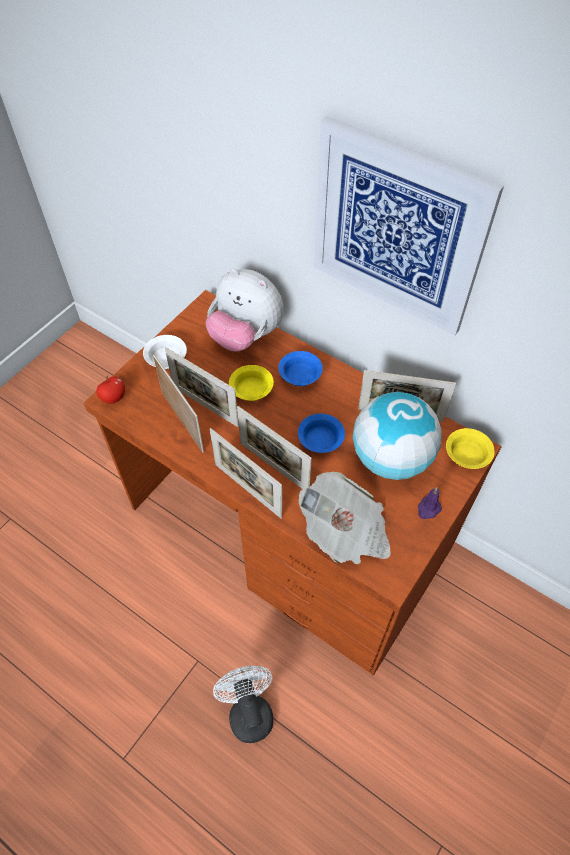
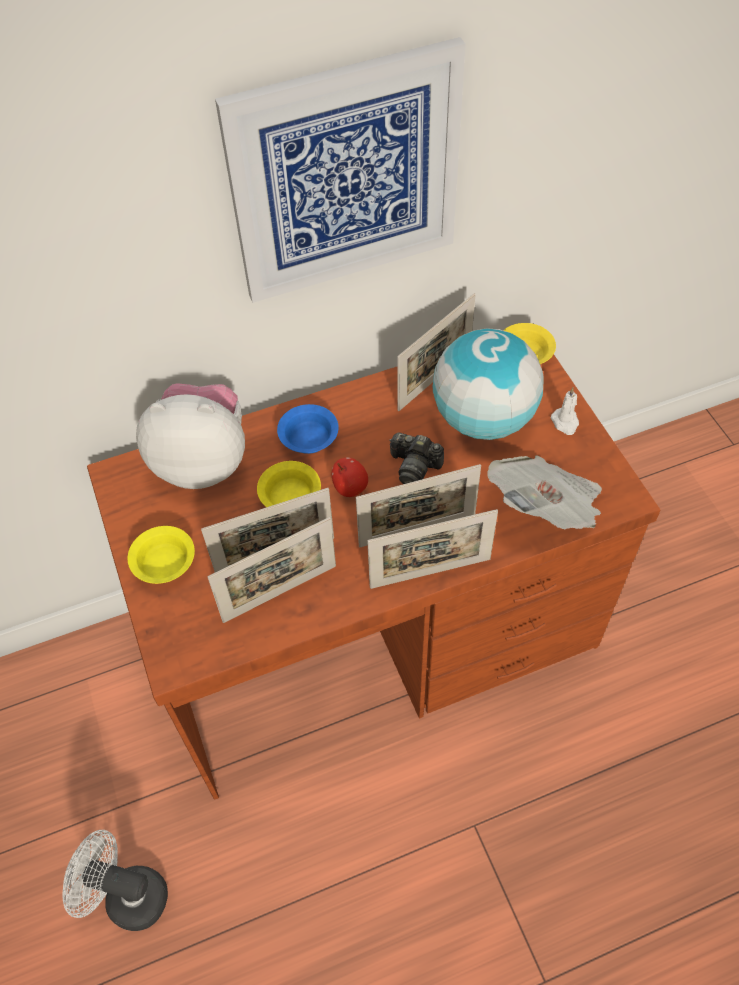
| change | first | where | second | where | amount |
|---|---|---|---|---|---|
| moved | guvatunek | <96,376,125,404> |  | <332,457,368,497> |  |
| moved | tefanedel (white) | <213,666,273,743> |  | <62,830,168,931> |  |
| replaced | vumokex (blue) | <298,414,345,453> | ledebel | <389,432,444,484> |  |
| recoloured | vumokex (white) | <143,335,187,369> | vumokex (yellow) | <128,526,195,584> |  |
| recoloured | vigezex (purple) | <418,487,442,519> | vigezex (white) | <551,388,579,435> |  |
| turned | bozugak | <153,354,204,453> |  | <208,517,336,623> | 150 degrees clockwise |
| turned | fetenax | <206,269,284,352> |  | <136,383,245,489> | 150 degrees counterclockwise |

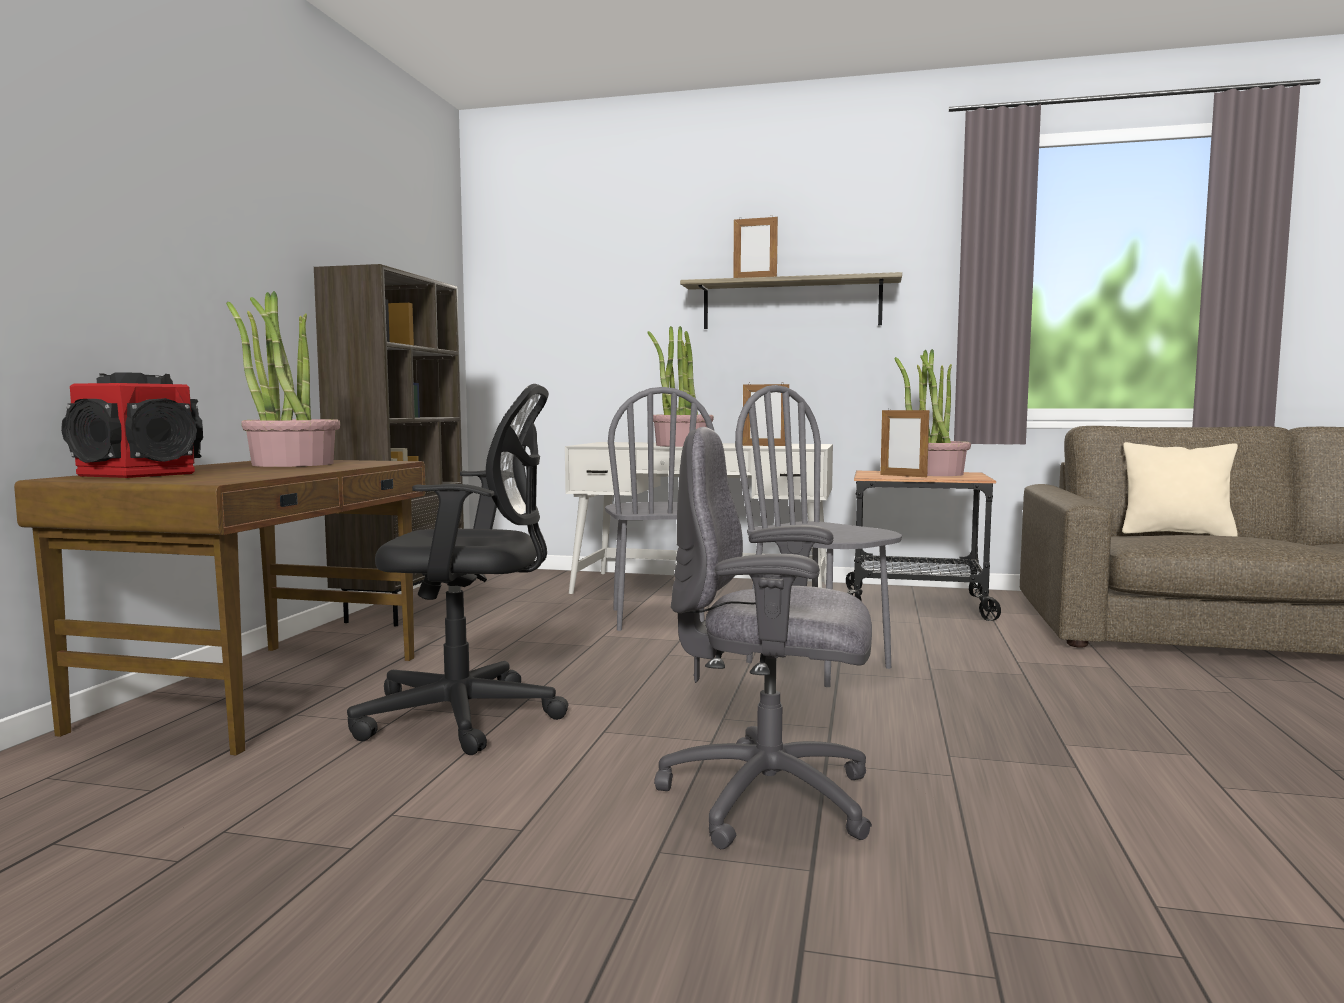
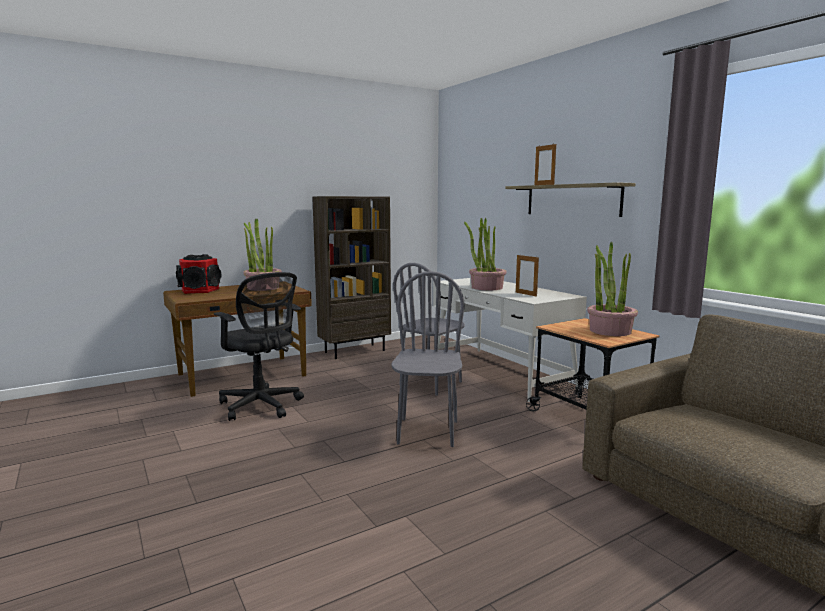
| change | first | where | second | where | amount |
|---|---|---|---|---|---|
| removed | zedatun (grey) | <654,427,872,849> |  |  |  |
| removed | bozugak | <880,408,929,477> |  |  |  |
| removed | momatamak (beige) | <1122,442,1238,537> |  |  |  |

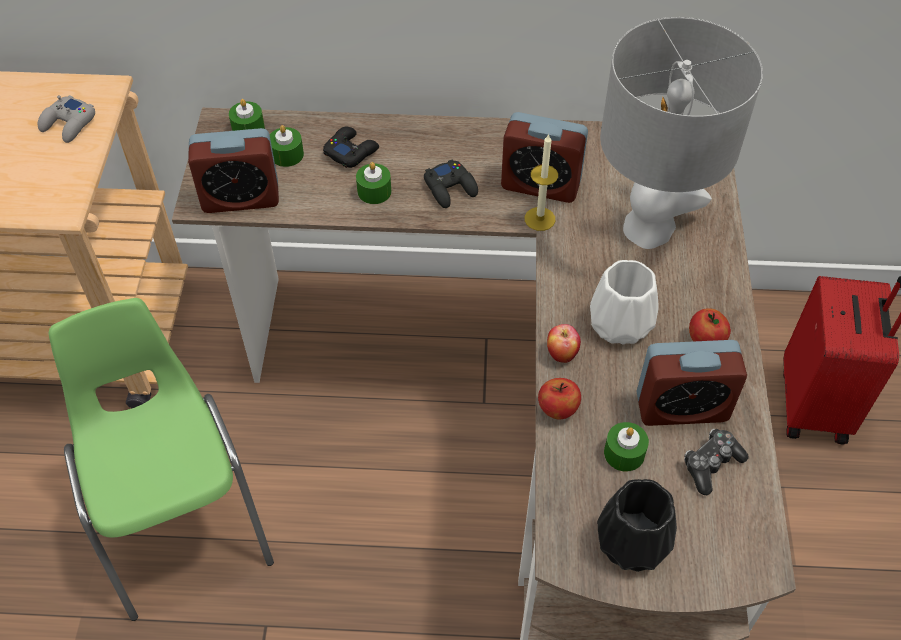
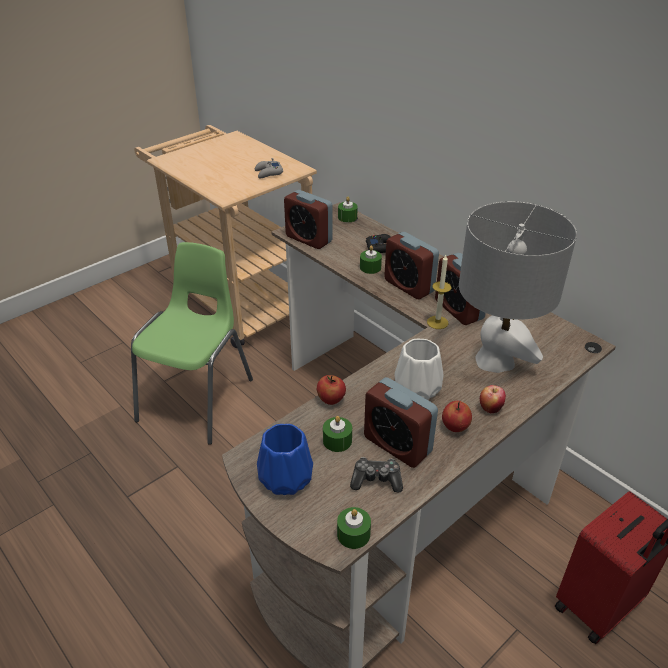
| change | first | where | second | where | amount |
|---|---|---|---|---|---|
| moved | vigezex (green) | <270,125,304,167> |  | <337,507,371,549> |  |
| moved | guvatunek | <547,324,581,363> |  | <480,385,506,413> |  |
| replaced | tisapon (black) | <424,159,478,208> | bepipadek | <384,232,439,299> |  |
| recoloured | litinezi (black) | <597,479,677,572> | litinezi (blue) | <257,424,313,495> |  |

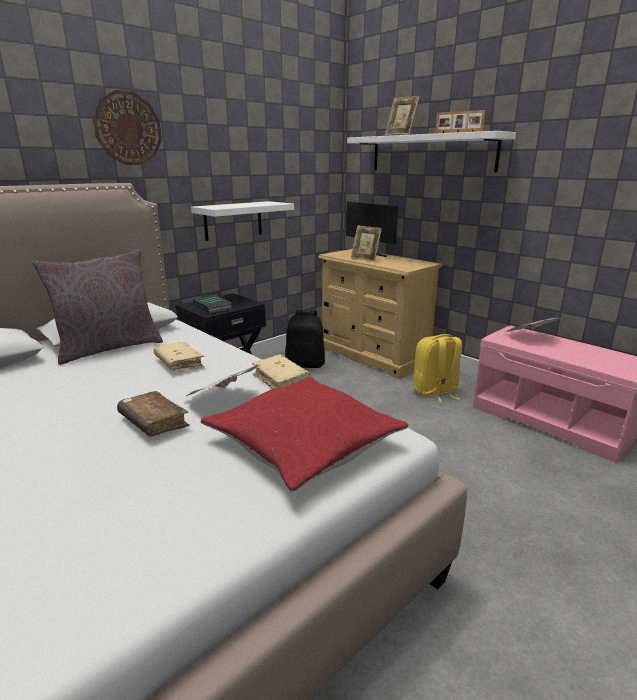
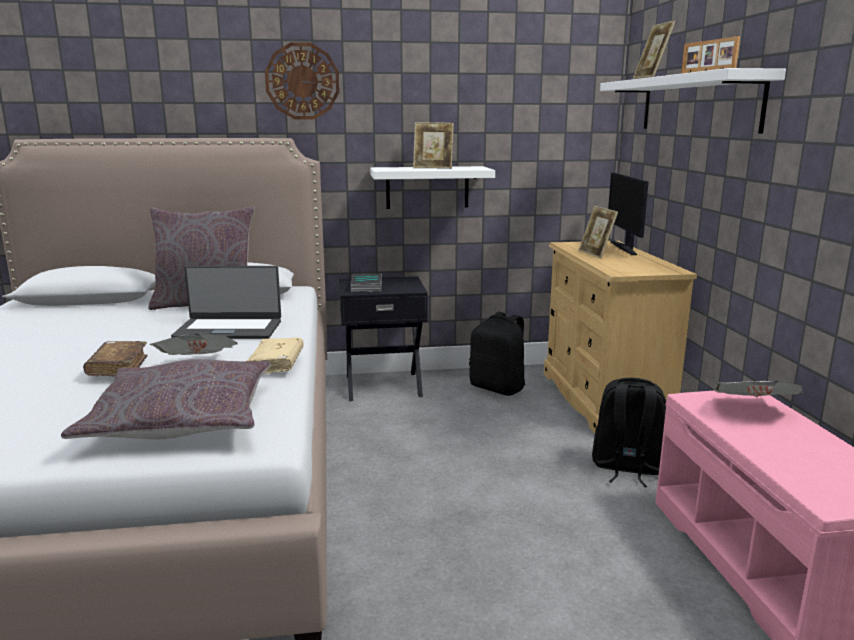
| change | first | where | second | where | amount |
|---|---|---|---|---|---|
| added |  |  | bozugak | <413,122,454,169> |  |
| replaced | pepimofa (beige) | <154,342,205,371> | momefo | <171,266,281,339> |  |
| recoloured | momatamak (red) | <201,377,408,492> | momatamak (grey) | <61,359,271,439> |  |
| recoloured | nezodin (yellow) | <413,334,462,403> | nezodin (black) | <592,378,666,487> |  |

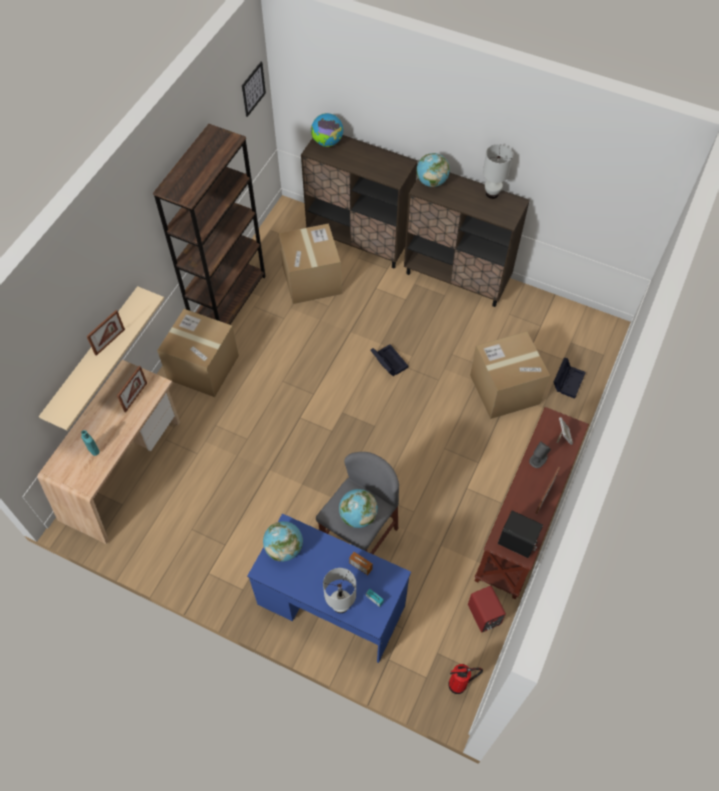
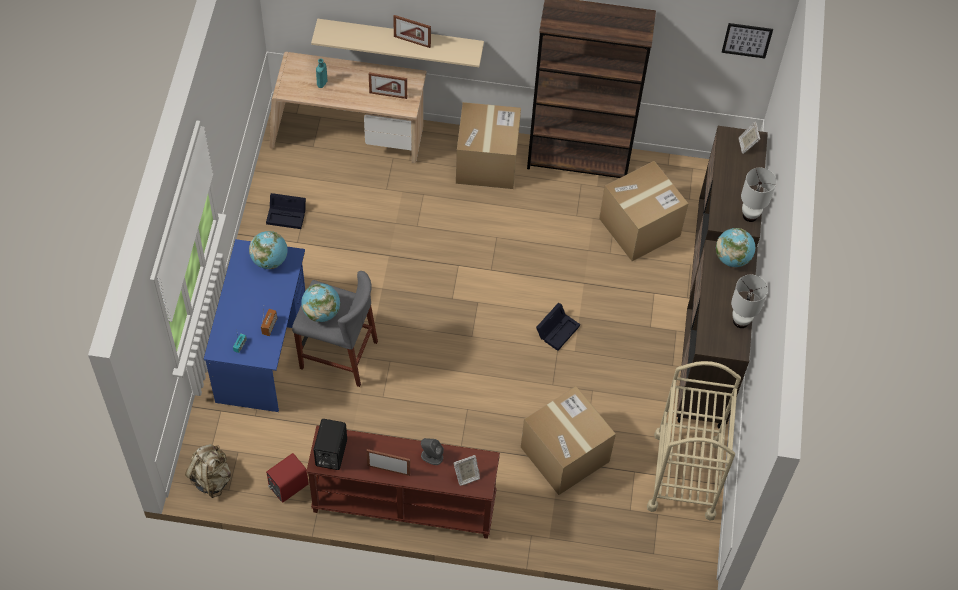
| change | first | where | second | where | amount |
|---|---|---|---|---|---|
| added |  |  | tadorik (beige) | <647,361,741,520> |  |
| moved | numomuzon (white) | <323,568,356,613> |  | <741,167,776,222> |  |
| moved | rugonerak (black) | <554,358,586,399> |  | <266,193,306,229> |  |
| replaced | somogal | <311,113,343,147> | bozugak | <738,122,760,154> |  |
| replaced | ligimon | <448,664,483,694> | nezodin (beige) | <185,444,231,498> |  |

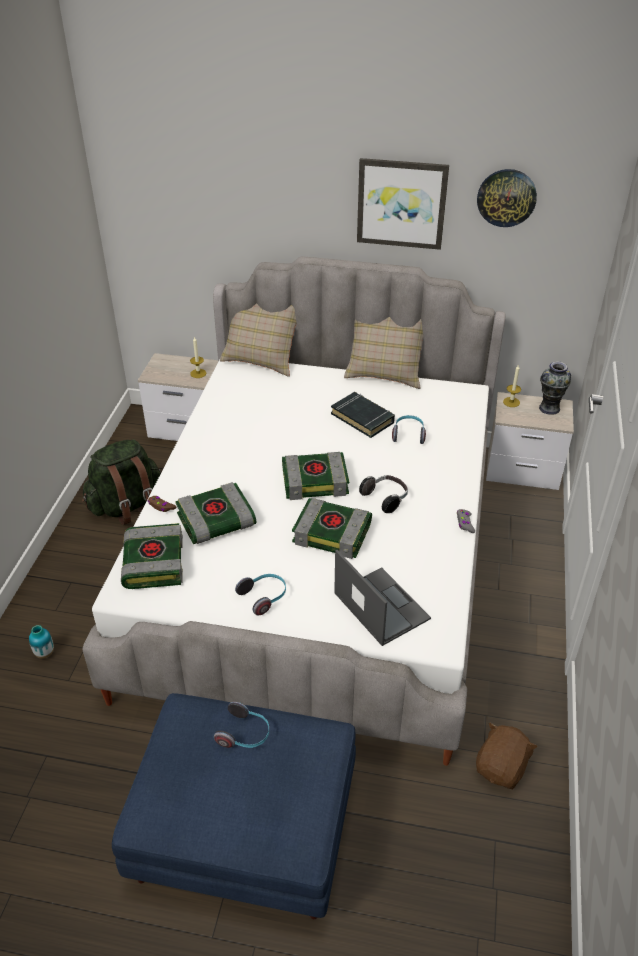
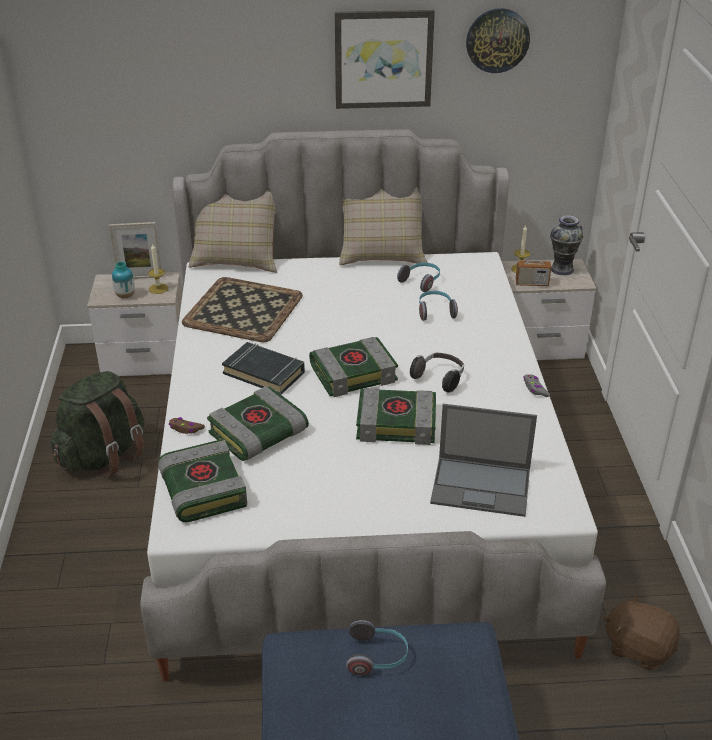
| change | first | where | second | where | amount |
|---|---|---|---|---|---|
| added |  |  | bozugak | <109,222,162,279> |  |
| added |  |  | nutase | <182,277,303,342> |  |
| added |  |  | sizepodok | <516,238,551,286> |  |
| moved | litinezi | <29,625,54,659> |  | <112,261,135,298> |  |
| moved | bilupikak | <235,574,286,615> |  | <397,263,440,292> |  |
| moved | pepimofa (black) | <331,392,395,438> |  | <222,342,305,395> |  |
| turned | momefo | <334,550,431,646> |  | <430,404,537,517> | 150 degrees clockwise |
| turned | fetenax (brown) | <476,723,538,789> |  | <604,594,680,670> | 75 degrees counterclockwise |

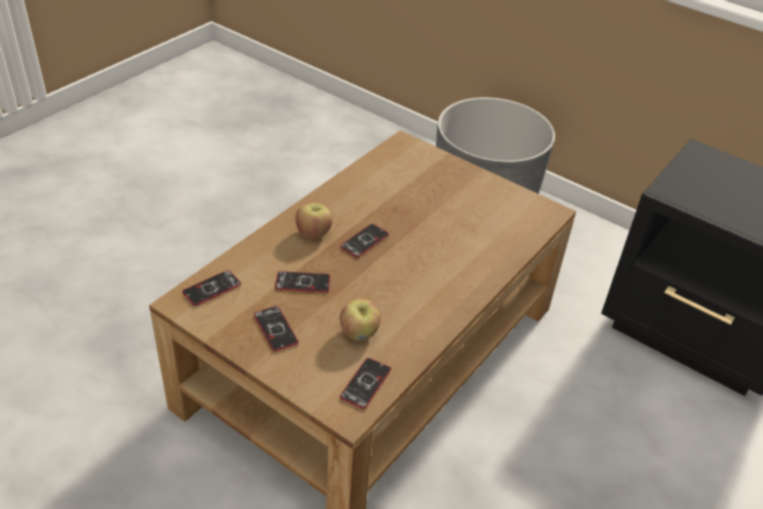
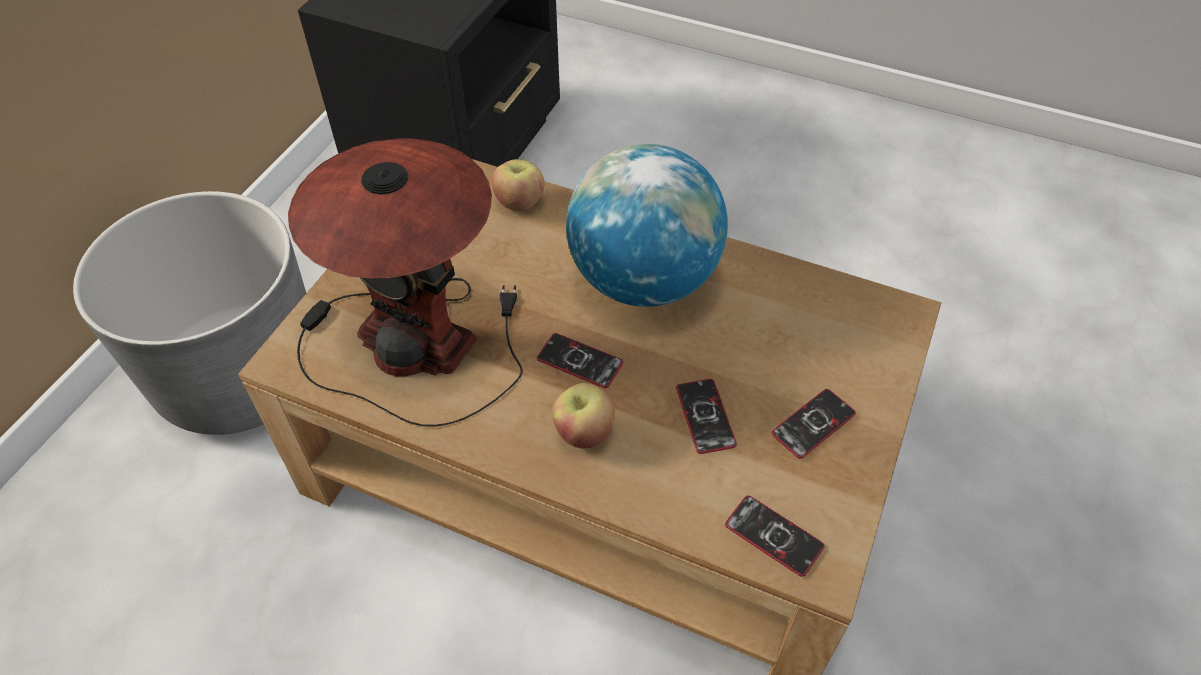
| change | first | where | second | where | amount |
|---|---|---|---|---|---|
| removed | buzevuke | <340,358,391,409> |  |  |  |
| added |  |  | numomuzon | <288,138,523,426> |  |
| added |  |  | somogal | <566,144,728,307> |  |
| moved | guvatunek | <339,299,381,340> |  | <492,159,545,211> |  |

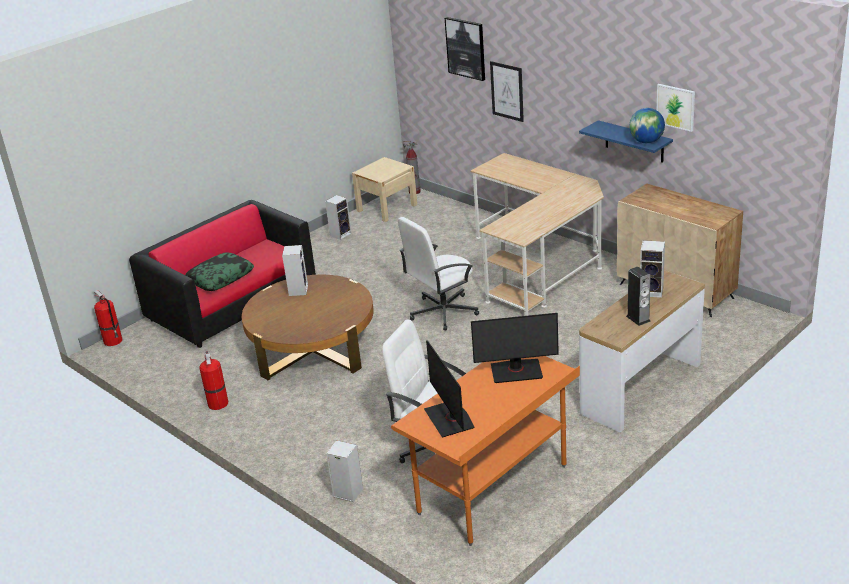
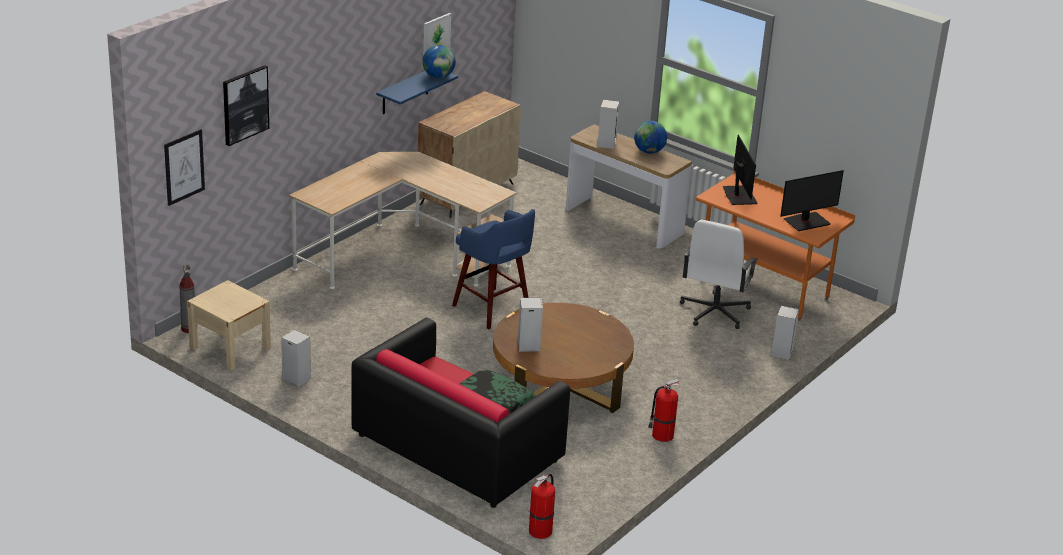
| change | first | where | second | where | amount |
|---|---|---|---|---|---|
| moved | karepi | <490,61,524,122> |  | <164,129,205,206> |  |
| replaced | zedatun (white) | <398,217,479,330> | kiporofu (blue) | <452,209,535,329> |  |
| replaced | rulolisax | <626,267,651,326> | somogal | <634,121,667,154> |  |

